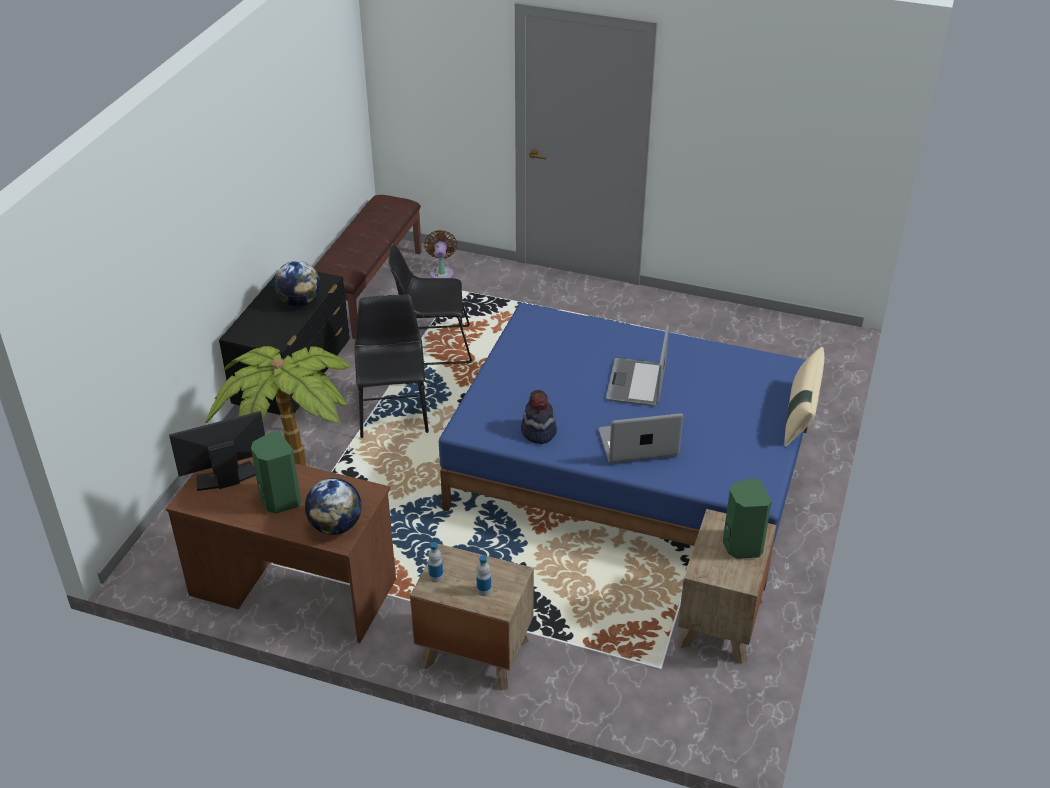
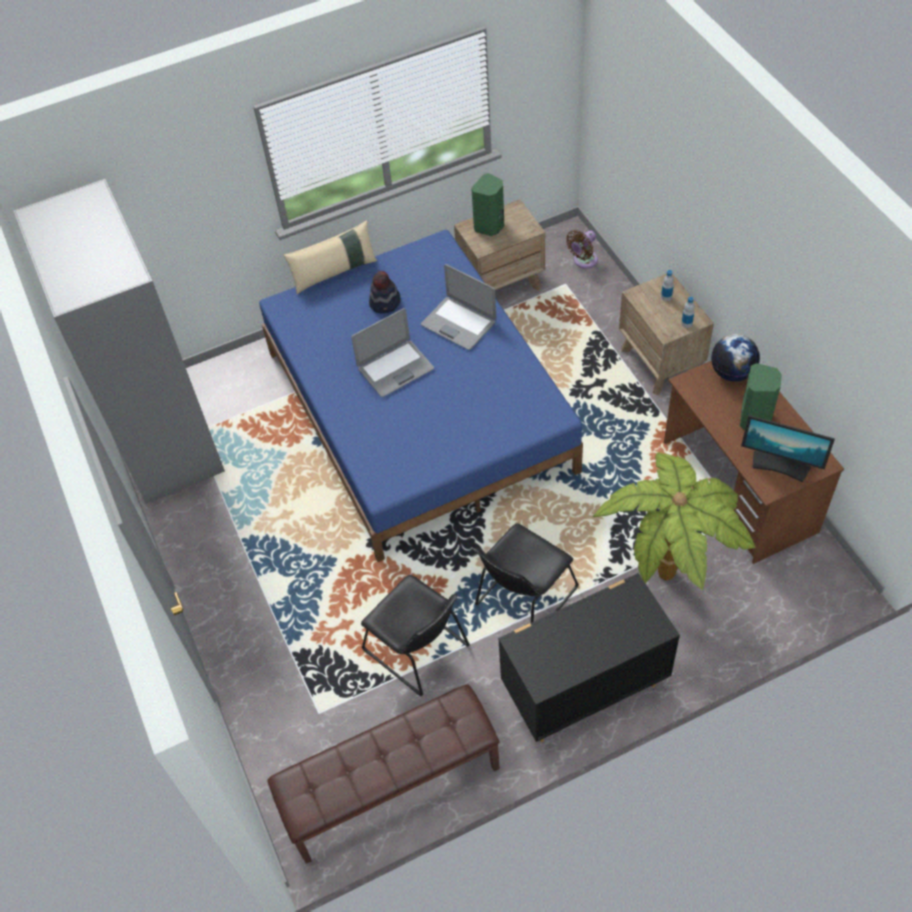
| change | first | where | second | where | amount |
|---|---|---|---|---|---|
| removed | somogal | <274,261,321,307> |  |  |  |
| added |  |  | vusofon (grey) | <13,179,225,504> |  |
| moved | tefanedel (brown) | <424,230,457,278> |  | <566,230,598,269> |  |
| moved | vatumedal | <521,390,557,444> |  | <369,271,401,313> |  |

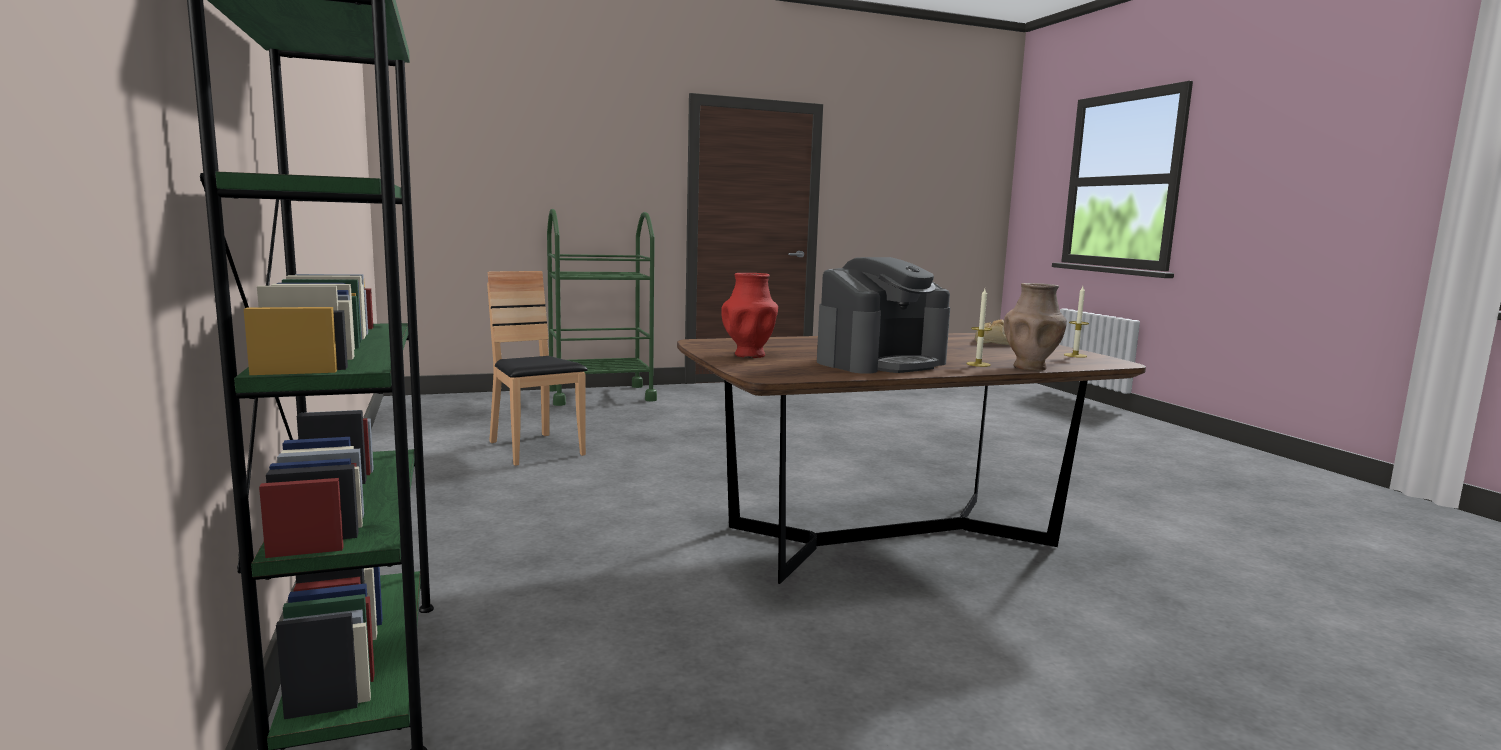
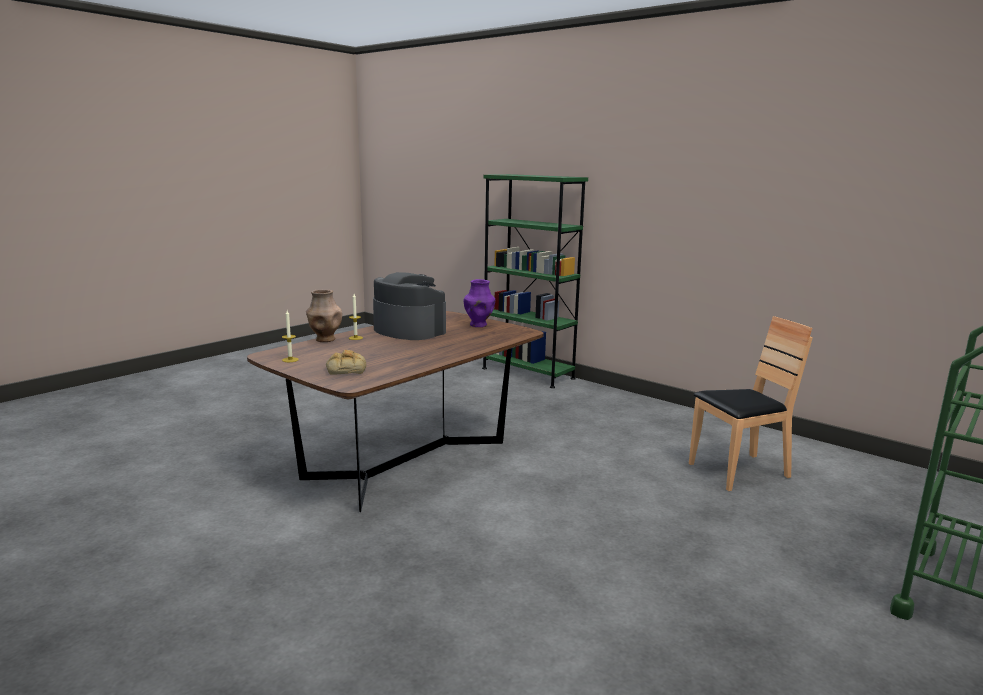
| change | first | where | second | where | amount |
|---|---|---|---|---|---|
| recoloured | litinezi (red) | <721,273,778,358> | litinezi (purple) | <463,279,495,327> |  |
| turned | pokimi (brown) | <487,271,588,466> |  | <689,316,813,491> | 45 degrees counterclockwise |
| turned | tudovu | <817,257,950,374> |  | <373,272,446,340> | 105 degrees clockwise |

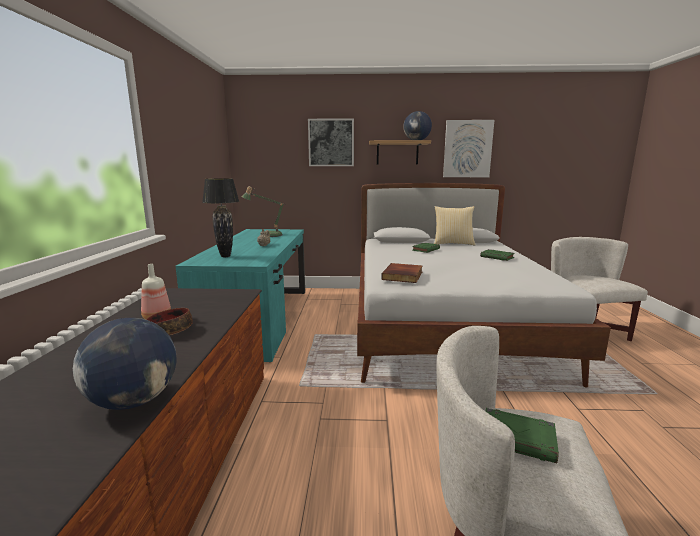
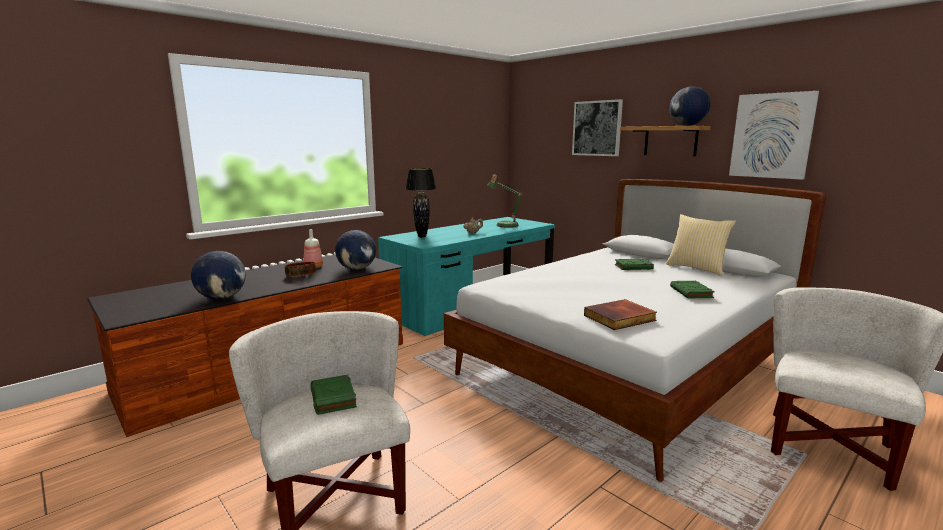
| change | first | where | second | where | amount |
|---|---|---|---|---|---|
| added |  |  | somogal | <335,230,376,270> |  |
| moved | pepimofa | <381,263,423,283> |  | <584,299,657,330> |  |

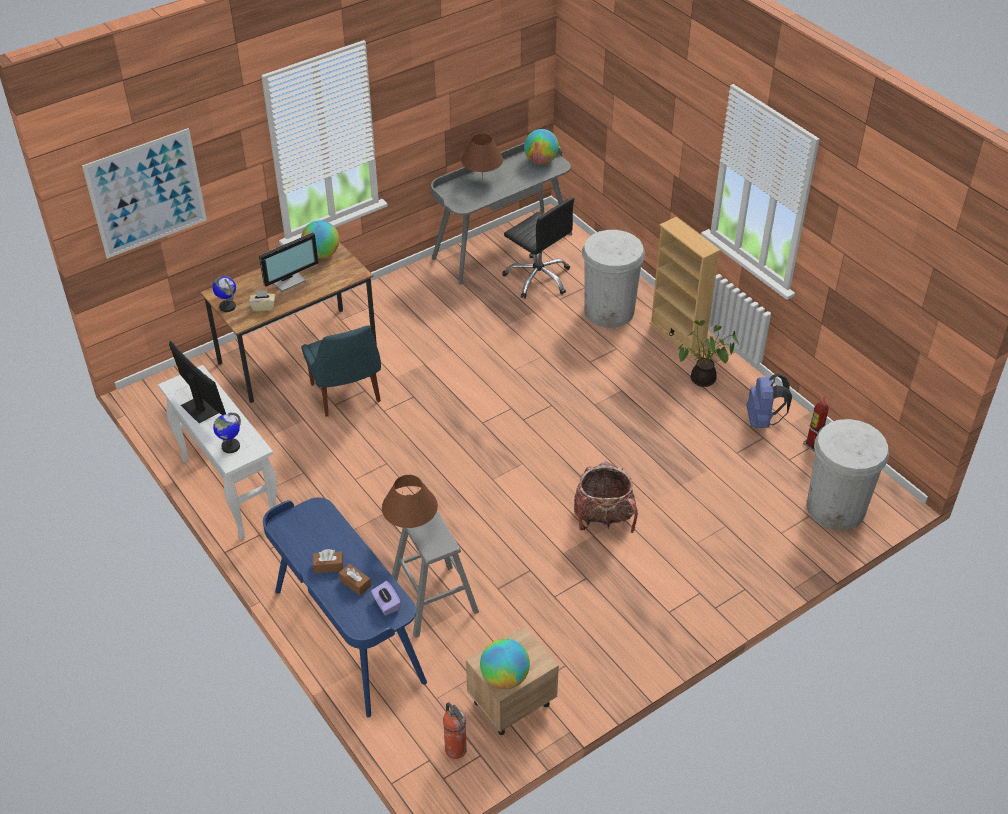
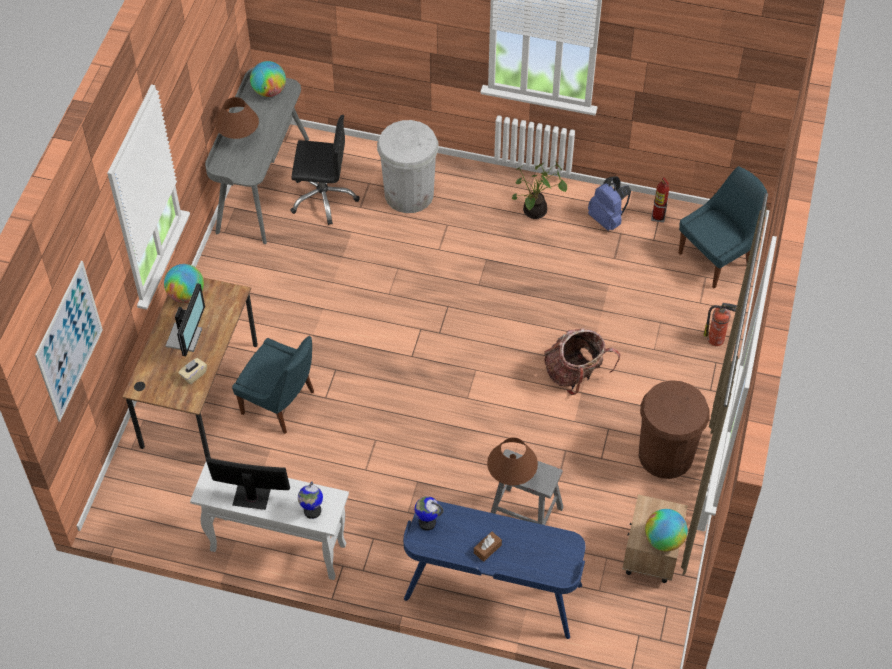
| change | first | where | second | where | amount |
|---|---|---|---|---|---|
| removed | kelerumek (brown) | <339,564,371,596> |  |  |  |
| removed | kelerumek (purple) | <371,581,401,616> |  |  |  |
| removed | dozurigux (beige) | <649,217,720,357> |  |  |  |
| added |  |  | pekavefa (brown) | <639,380,709,479> |  |
| moved | somogal | <213,276,236,312> |  | <415,496,444,531> |  |
| moved | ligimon | <443,702,467,759> |  | <704,303,737,346> |  |
| replaced | pekavefa (white) | <807,419,889,530> | pokimi (blue) | <679,166,768,288> |  |

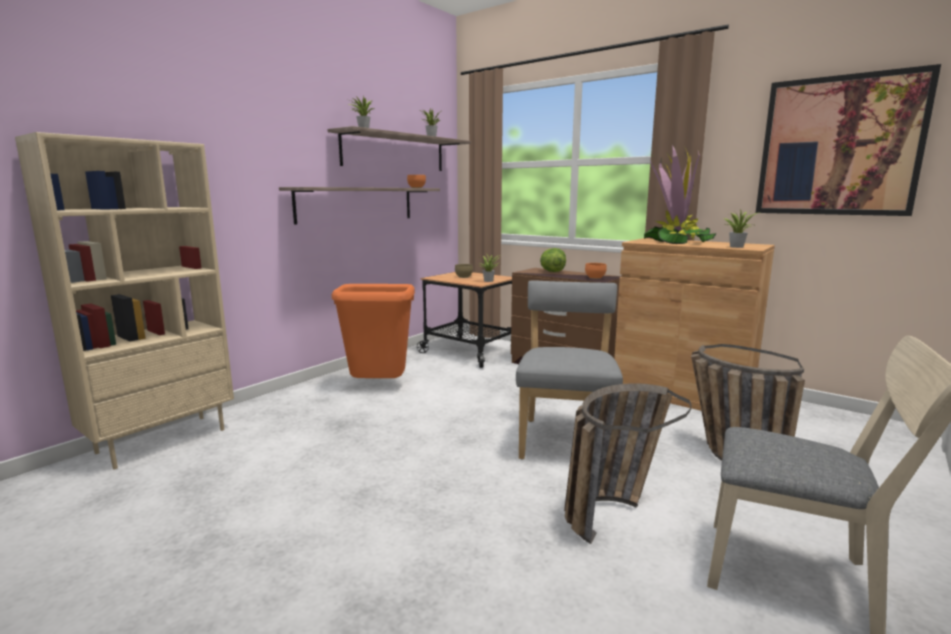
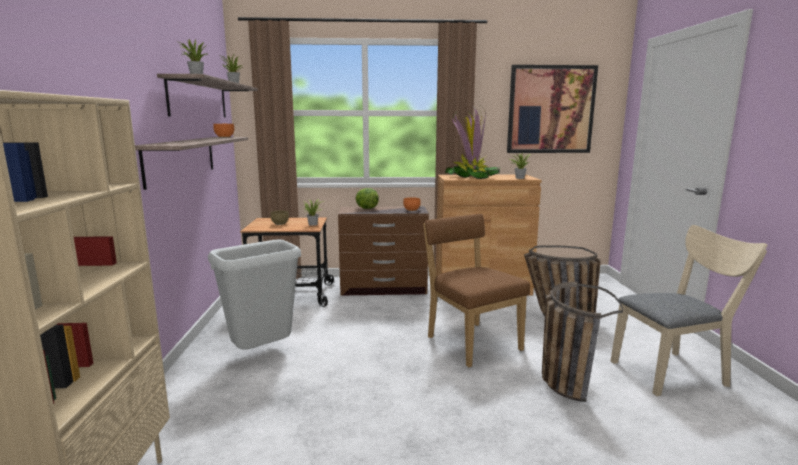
| change | first | where | second | where | amount |
|---|---|---|---|---|---|
| recoloured | pekavefa (orange) | <332,284,415,378> | pekavefa (grey) | <208,240,301,350> |  |
| recoloured | pokimi (grey) | <516,280,623,459> | pokimi (brown) | <423,214,530,367> |  |

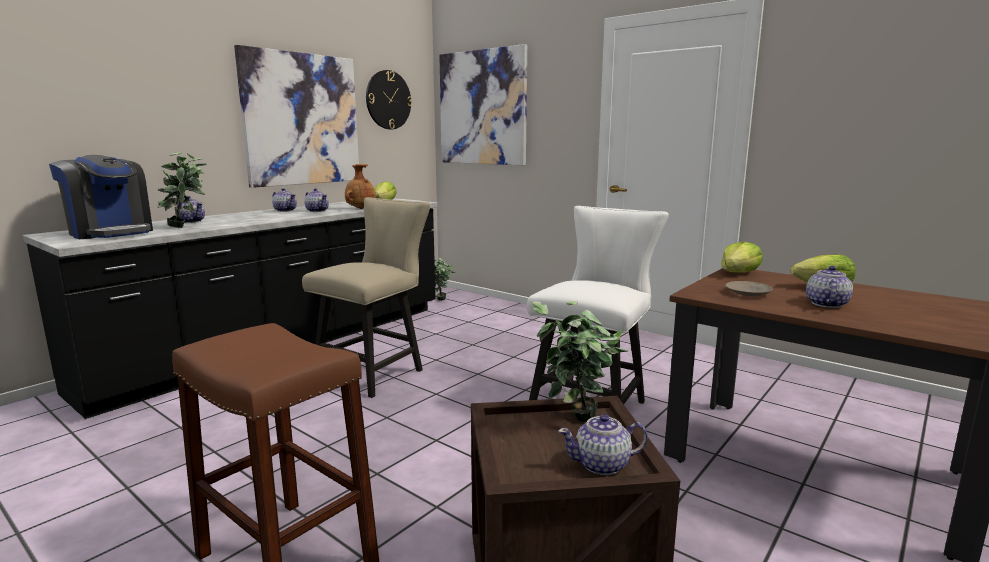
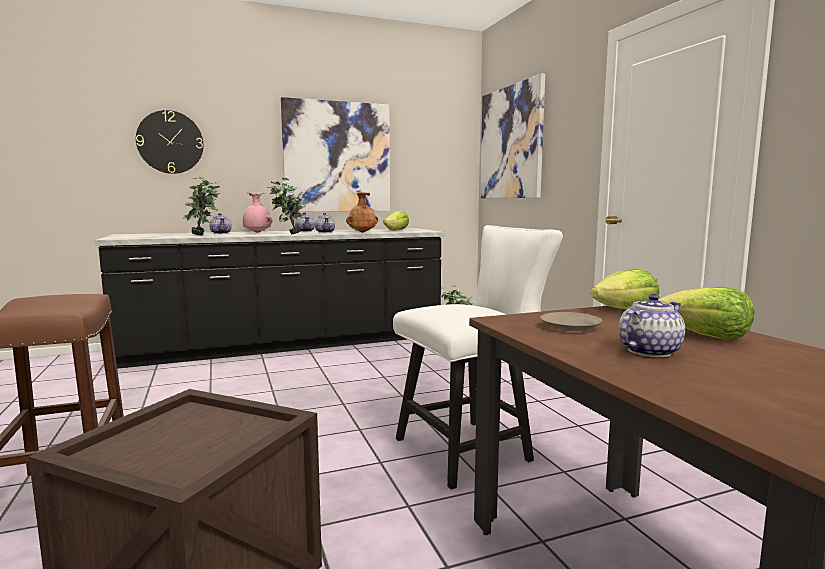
| change | first | where | second | where | amount |
|---|---|---|---|---|---|
| removed | tudovu | <49,155,153,239> |  |  |  |
| removed | pokimi (beige) | <302,197,430,398> |  |  |  |
| removed | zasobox | <558,414,648,475> |  |  |  |
| added |  |  | litinezi (pink) | <243,192,272,233> |  |
| moved | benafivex | <366,70,412,129> |  | <136,110,203,174> |  |
| moved | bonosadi | <532,301,628,422> |  | <268,178,306,234> |  |

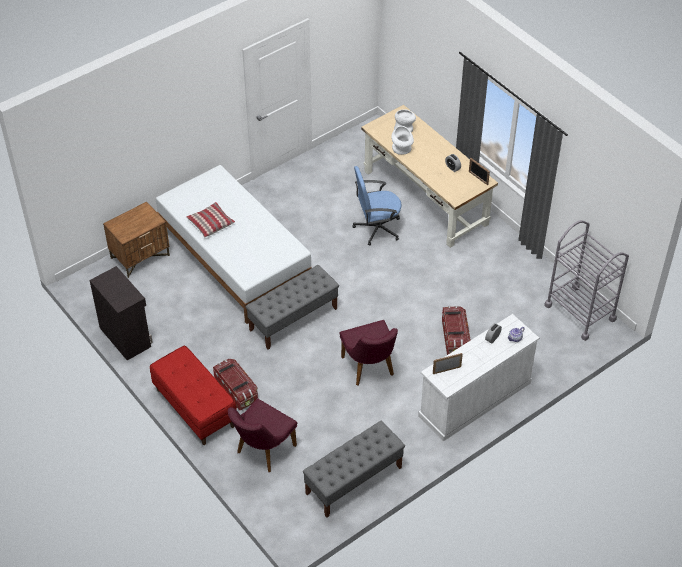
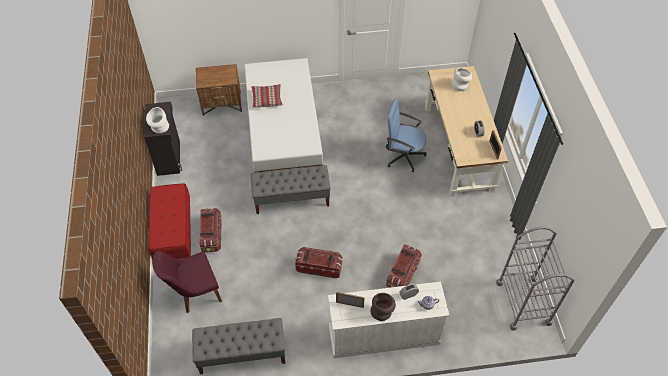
| change | first | where | second | where | amount |
|---|---|---|---|---|---|
| added |  |  | litinezi (brown) | <370,293,396,321> |  |
| moved | litinezi (white) | <391,126,414,155> |  | <146,107,169,133> |  |
| replaced | pokimi (purple) | <339,320,398,385> | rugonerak | <295,247,343,279> |  |

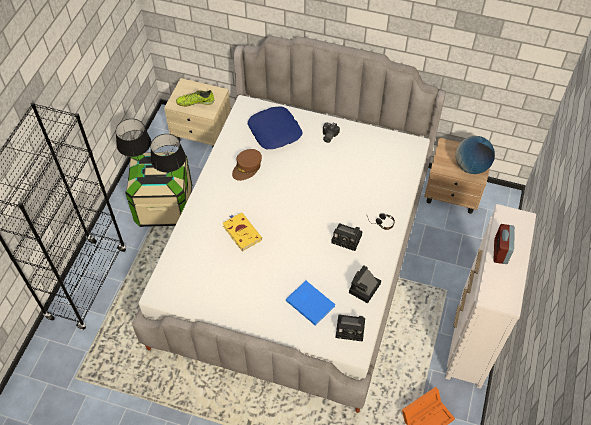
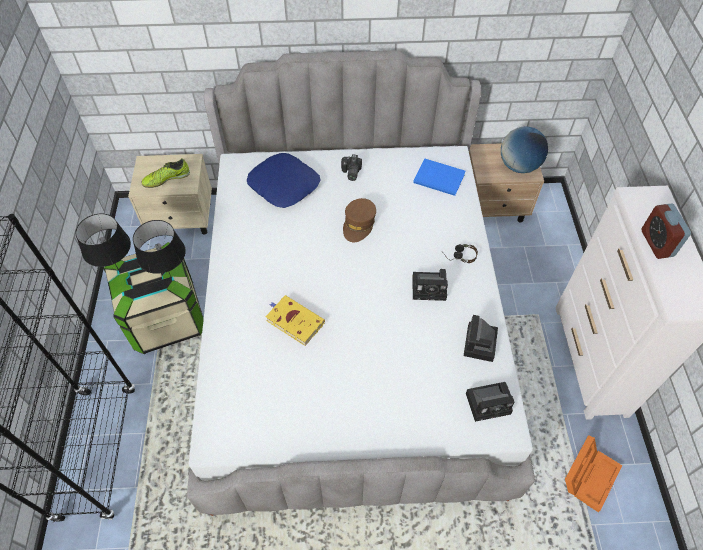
| change | first | where | second | where | amount |
|---|---|---|---|---|---|
| moved | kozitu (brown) | <232,149,262,181> |  | <343,198,376,242> |  |
| moved | pepimofa (blue) | <286,281,335,326> |  | <413,159,465,196> |  |

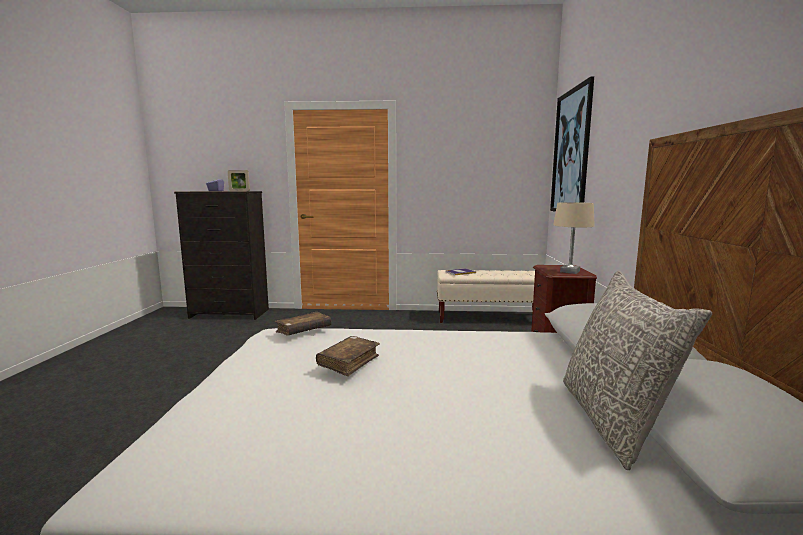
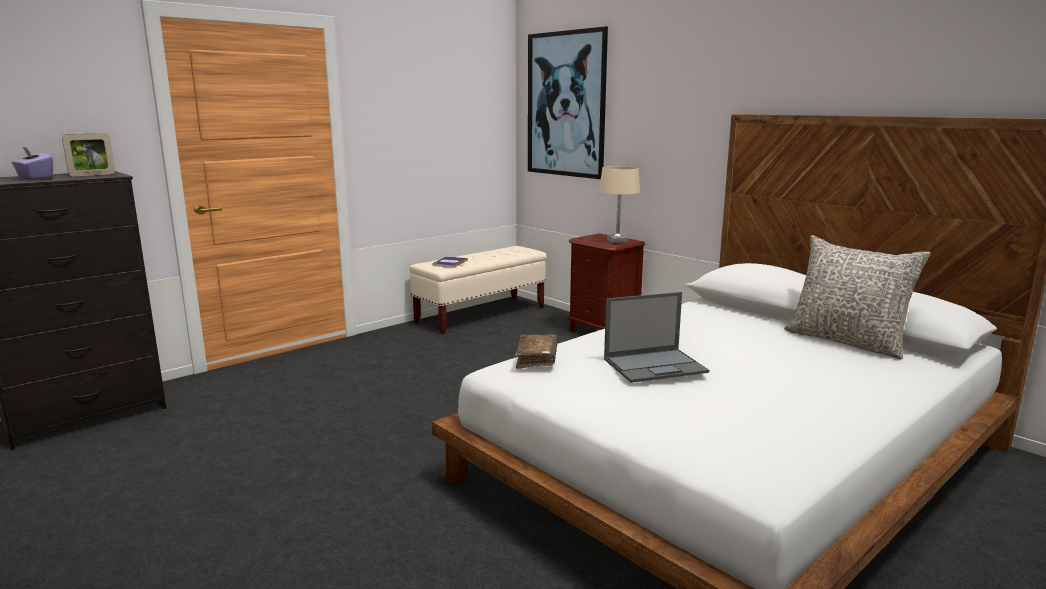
| change | first | where | second | where | amount |
|---|---|---|---|---|---|
| replaced | pepimofa (brown) | <316,336,380,376> | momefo | <604,292,710,383> |  |

